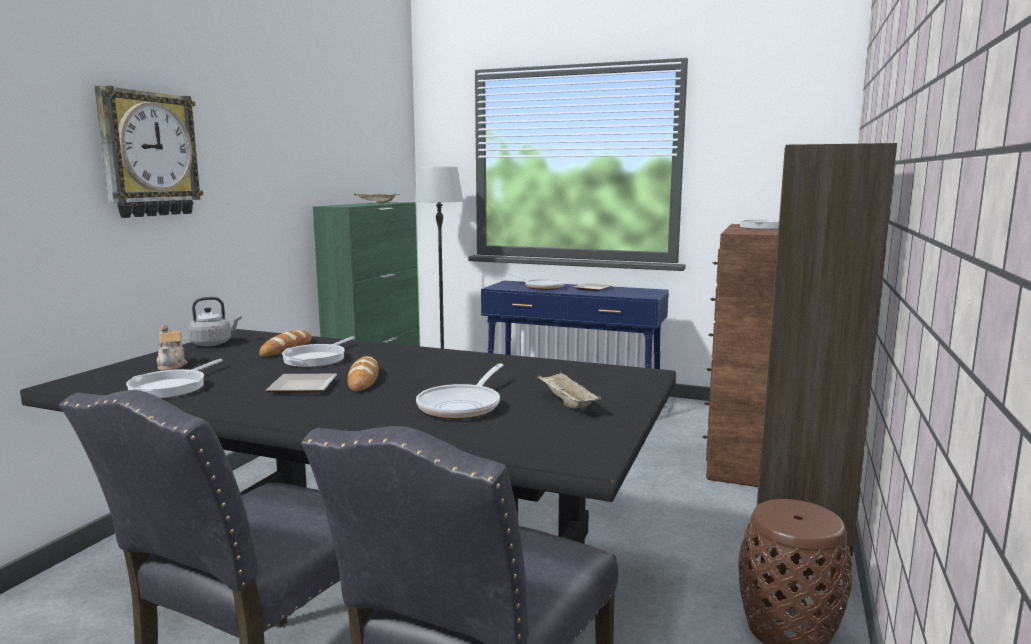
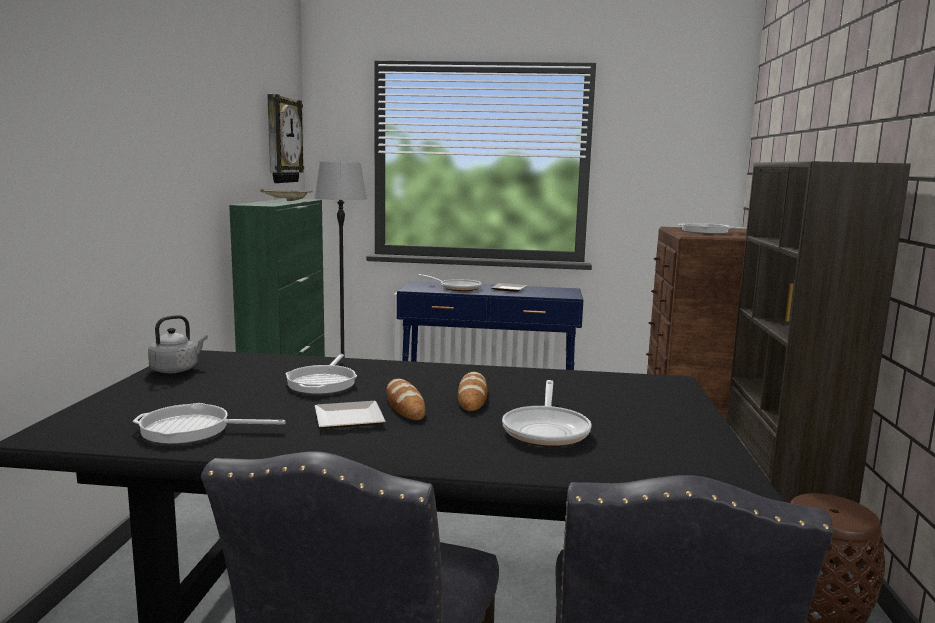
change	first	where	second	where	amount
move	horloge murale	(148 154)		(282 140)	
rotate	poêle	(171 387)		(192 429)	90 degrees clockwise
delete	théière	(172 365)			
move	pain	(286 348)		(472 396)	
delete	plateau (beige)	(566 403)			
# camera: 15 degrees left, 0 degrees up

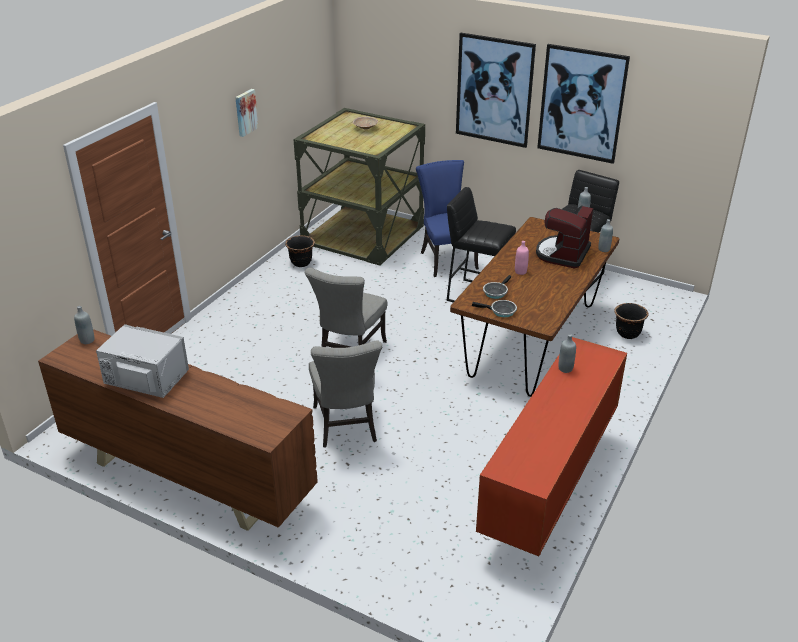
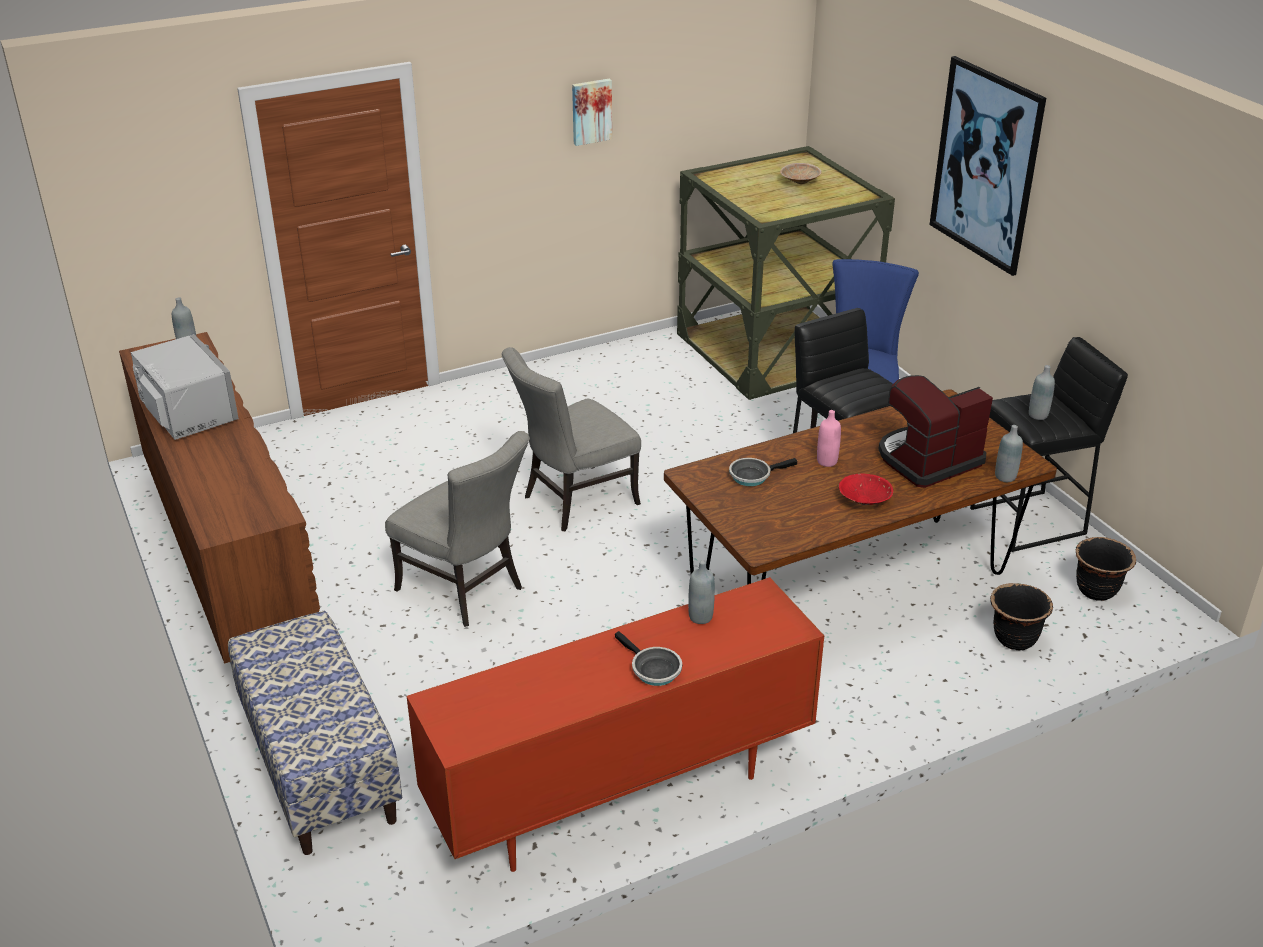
change	first	where	second	where	amount
move	cache-pot (noir)	(301 263)		(1097 591)	
rotate	chaise (gris)	(346 427)		(466 590)	75 degrees counterclockwise
move	poêle	(500 311)		(653 669)	
delete	tableau	(581 104)			
insert			banc	(319 766)	
insert			bol (rouge)	(863 500)	
# camera: 35 degrees right, 0 degrees up

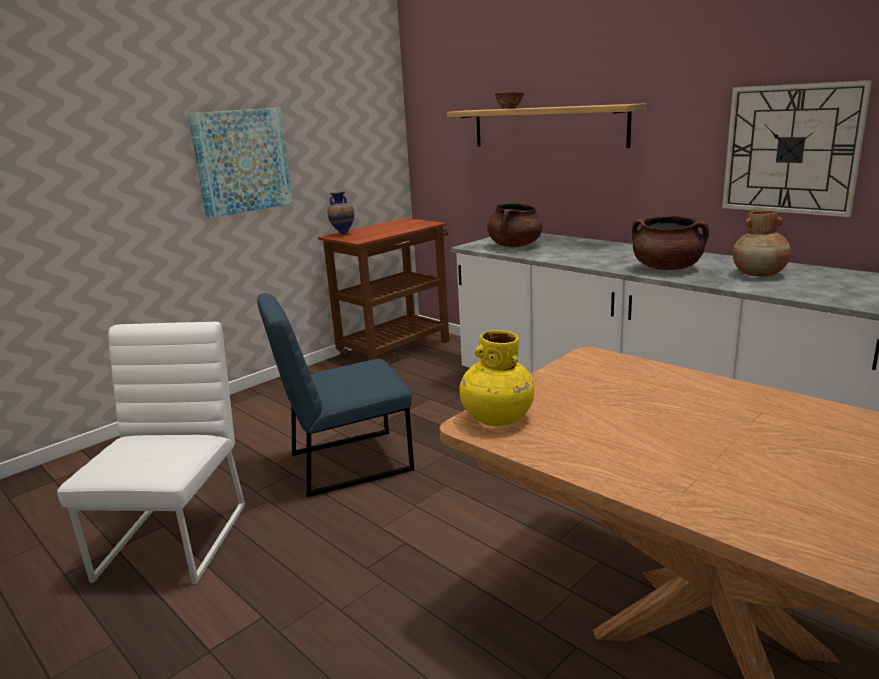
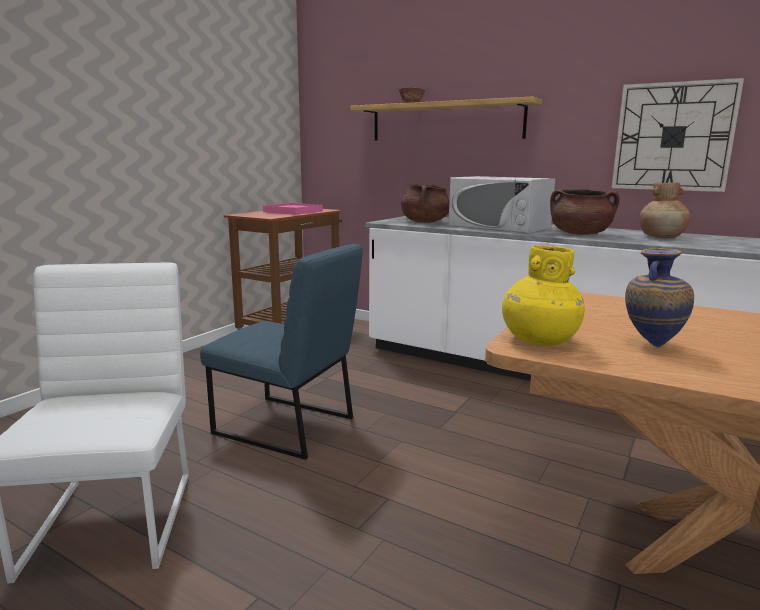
change	first	where	second	where	amount
delete	tableau	(242 161)			
rotate	chaise (bleu)	(346 462)		(287 426)	120 degrees counterclockwise
move	vase	(343 234)		(651 344)	
insert			plateau (rose)	(293 211)	
insert			micro-ondes (blanc)	(499 226)	
# camera: 15 degrees left, 5 degrees down

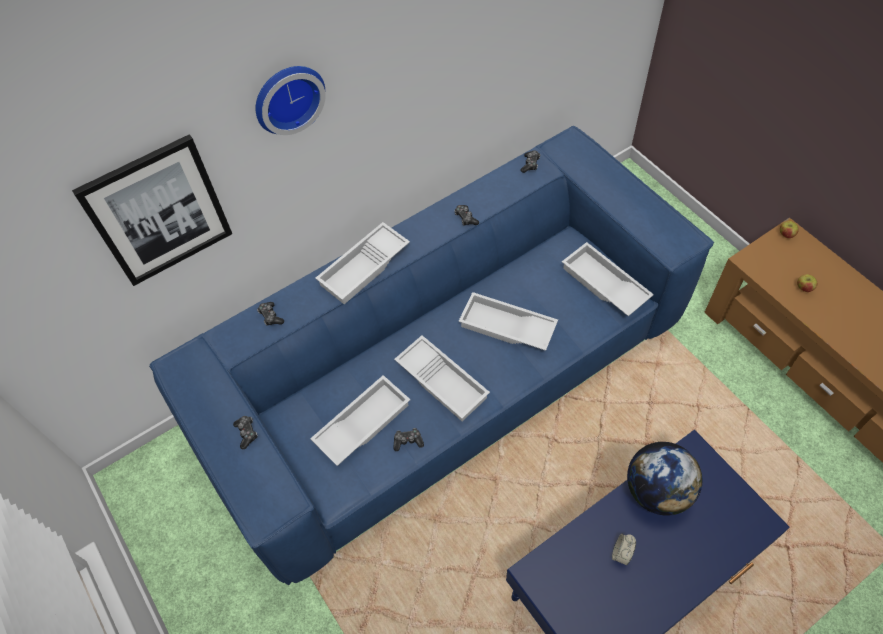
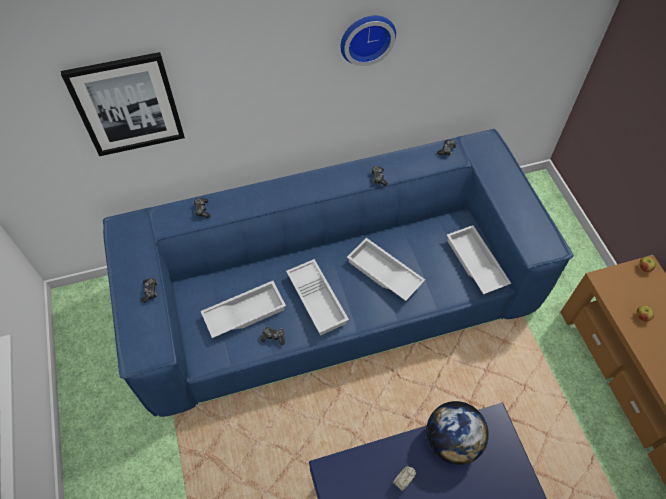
change	first	where	second	where	amount
move	horloge murale	(287 97)		(366 37)	
delete	plateau (blanc)	(365 268)			
# camera: 15 degrees right, 0 degrees up

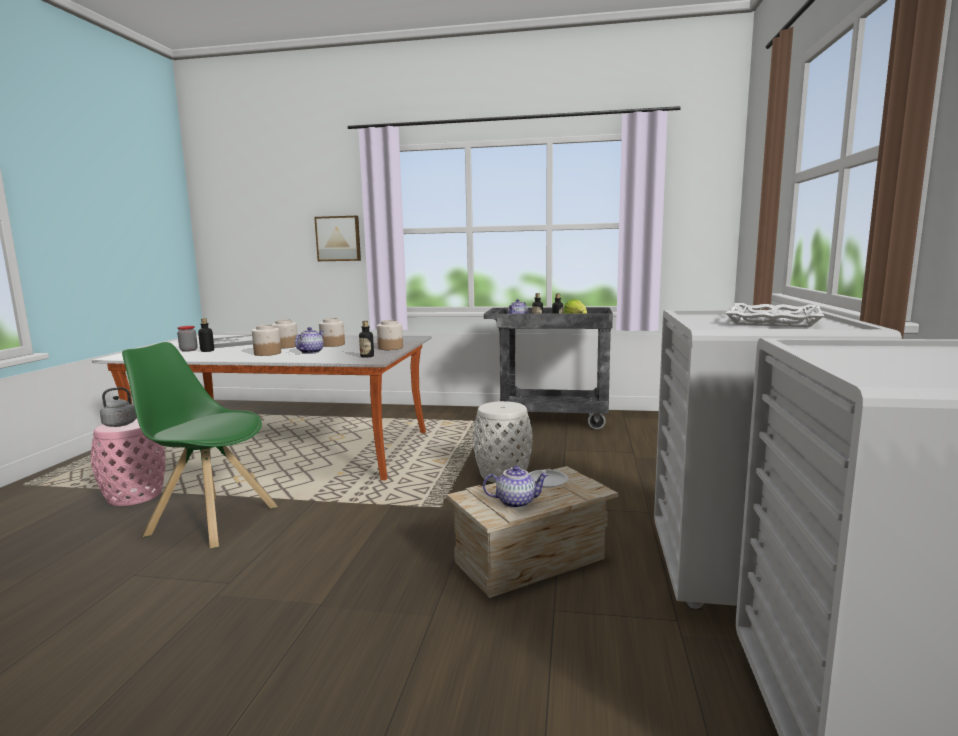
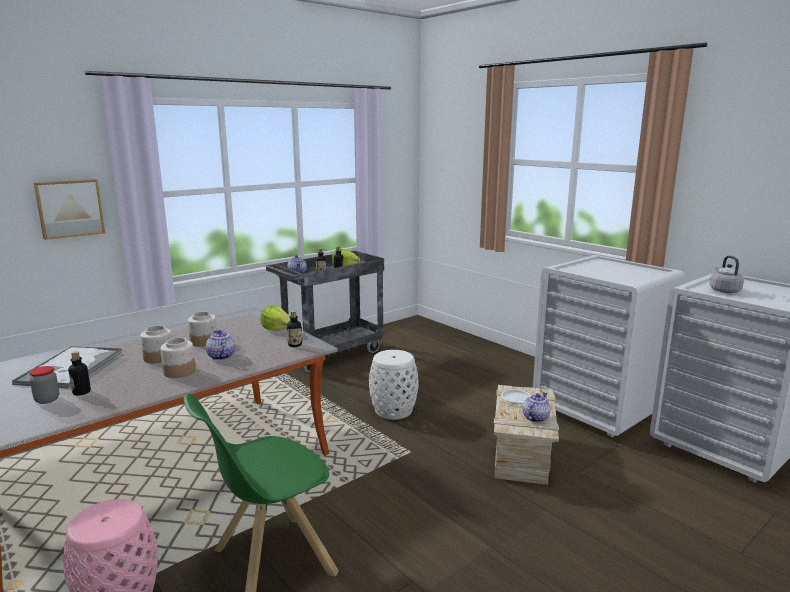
change	first	where	second	where	amount
move	bouilloire (gris)	(122 424)		(724 290)	
replace	bocal	(390 348)	laitue	(277 330)	
delete	plateau (blanc)	(772 321)			
# camera: 50 degrees left, 5 degrees up

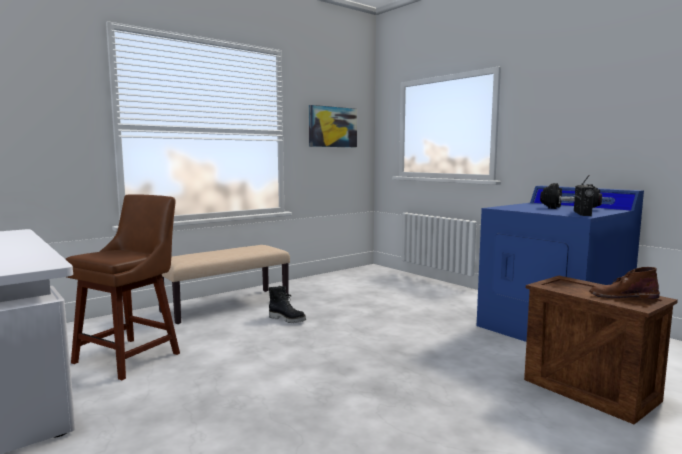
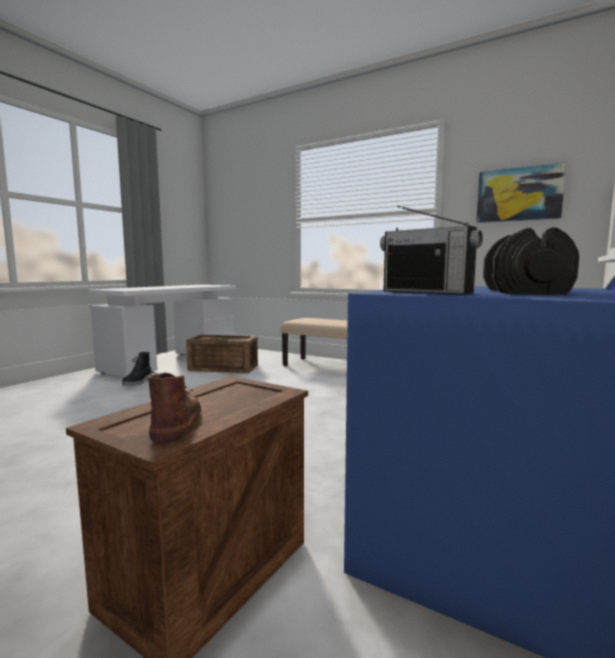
change	first	where	second	where	amount
replace	chaise (marron)	(131 356)	caisse	(224 368)	
move	botte (noir)	(287 319)		(138 383)	
rotate	radio	(582 213)		(426 292)	45 degrees clockwise
# camera: 70 degrees right, 0 degrees up

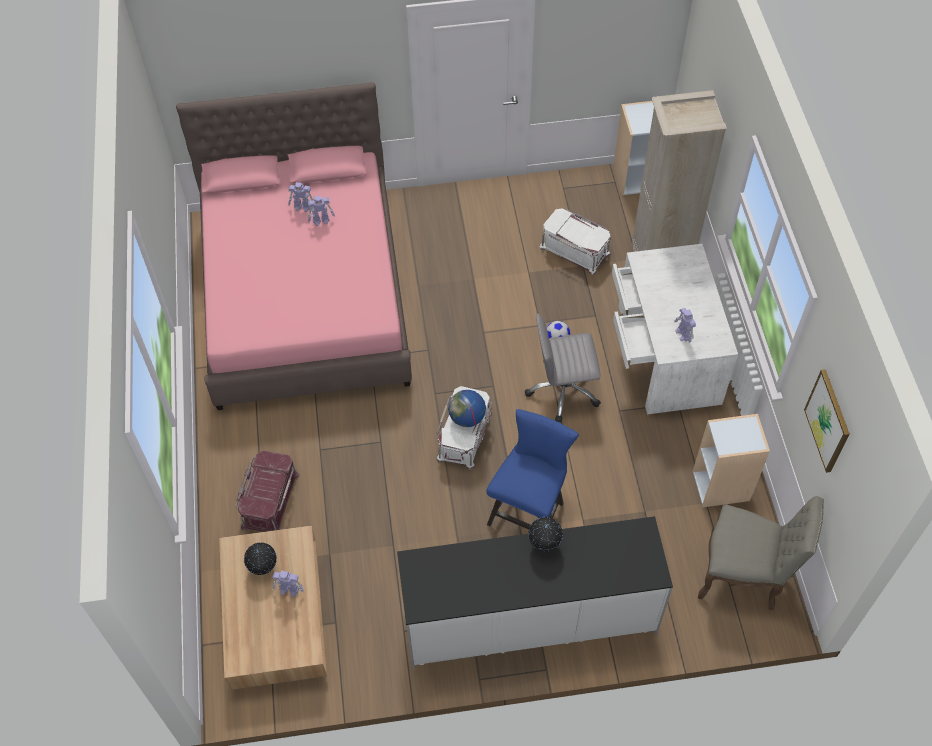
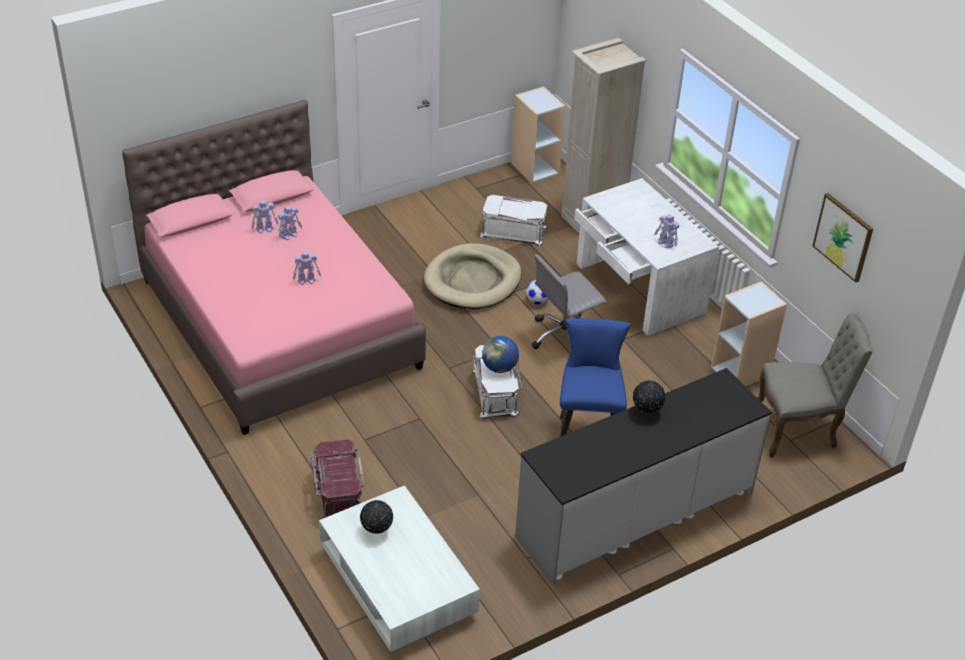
change	first	where	second	where	amount
recolor	table basse (marron)	(276 616)	table basse (blanc)	(397 583)	
move	robot jouet	(289 590)		(307 280)	
insert			panier pour chien (beige)	(472 280)	
# camera: 25 degrees left, 15 degrees down

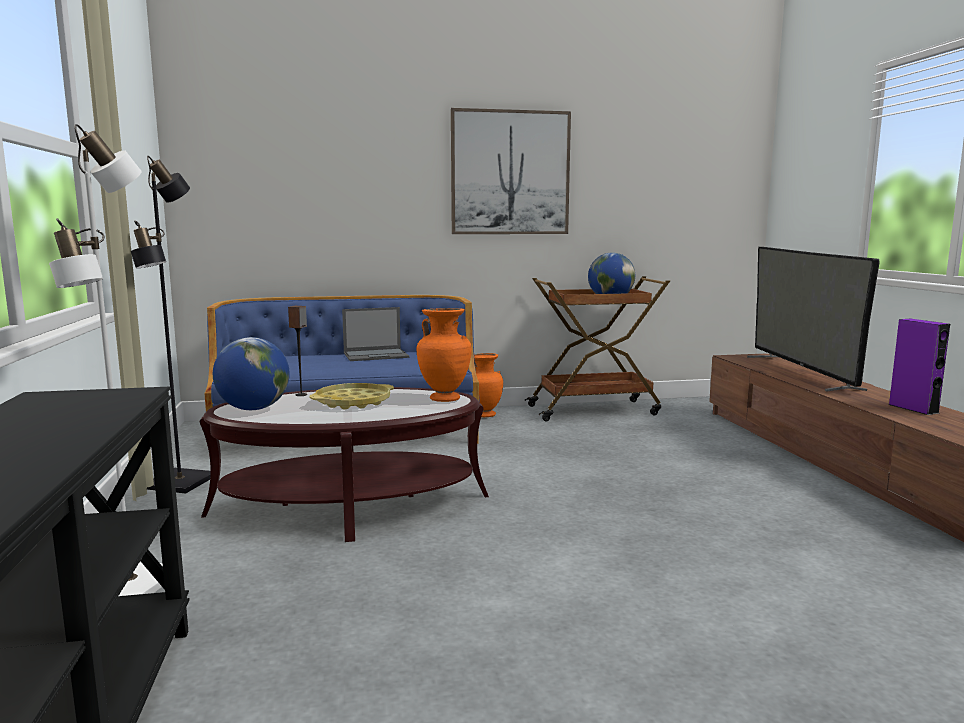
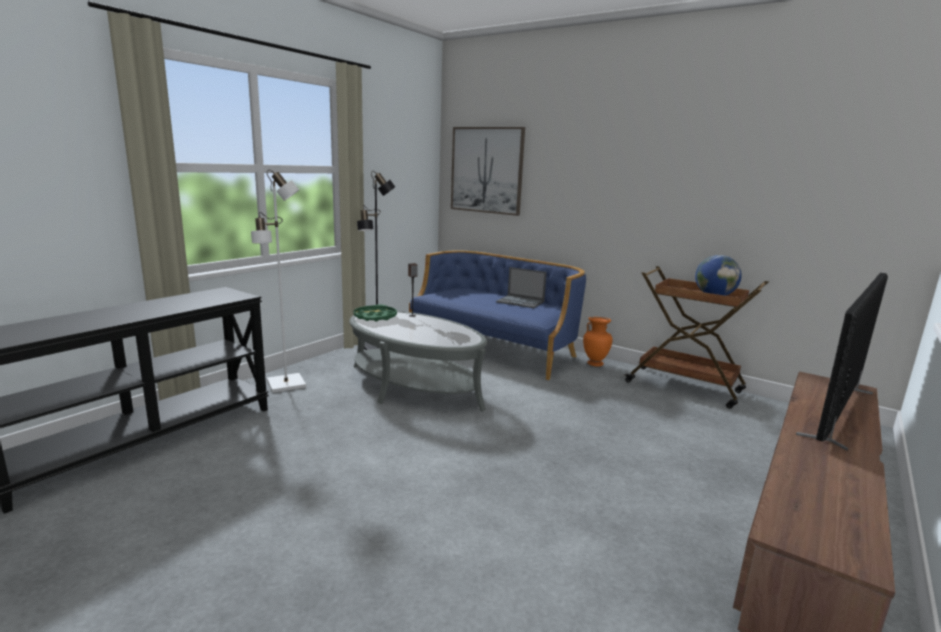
change	first	where	second	where	amount
recolor	table basse (marron)	(349 505)	table basse (gris)	(414 386)	
replace	globe	(254 409)	plateau (vert)	(375 317)	
delete	plateau (jaune)	(353 402)			
delete	vase (orange)	(445 399)			
move	tableau	(510 173)		(486 170)	
delete	enceinte (violet)	(913 408)			
# camera: 45 degrees right, 5 degrees up

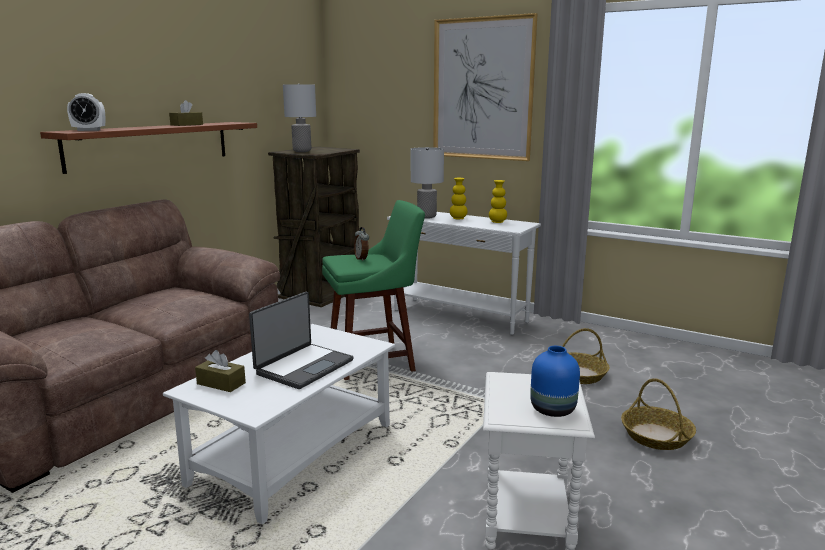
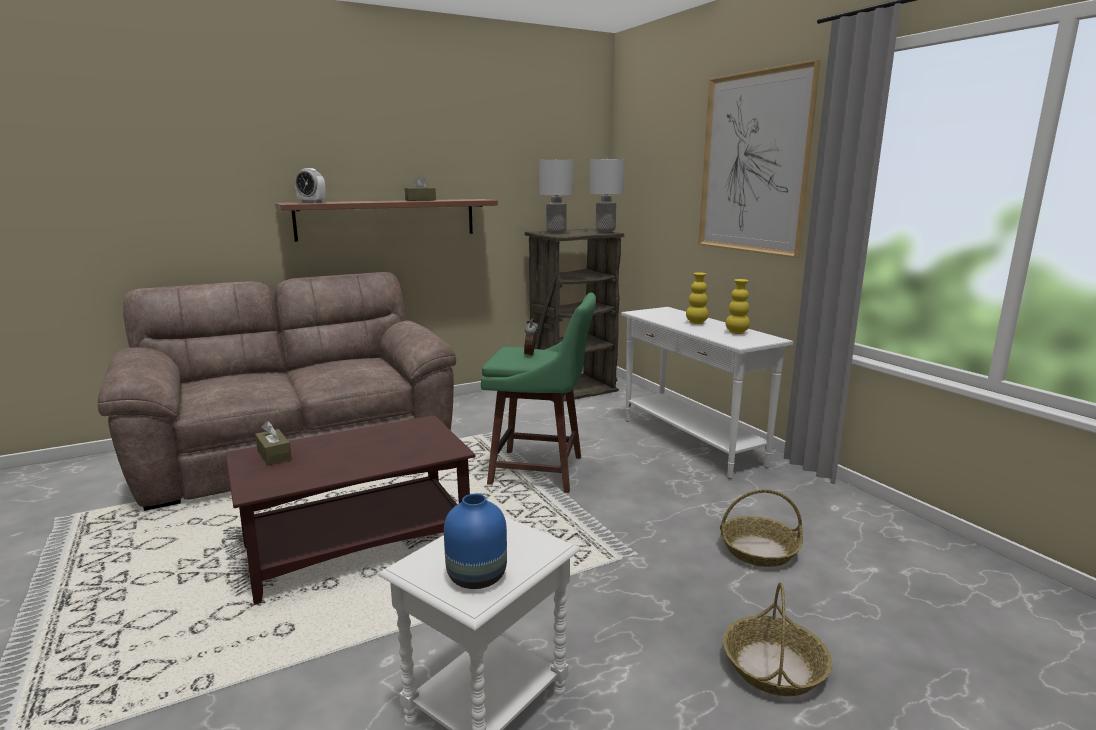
change	first	where	second	where	amount
recolor	table basse (blanc)	(295 453)	table basse (marron)	(360 545)	
delete	ordinateur portable	(303 366)			
move	lampe de table (gris)	(426 217)		(605 232)	
# camera: 30 degrees right, 0 degrees up

